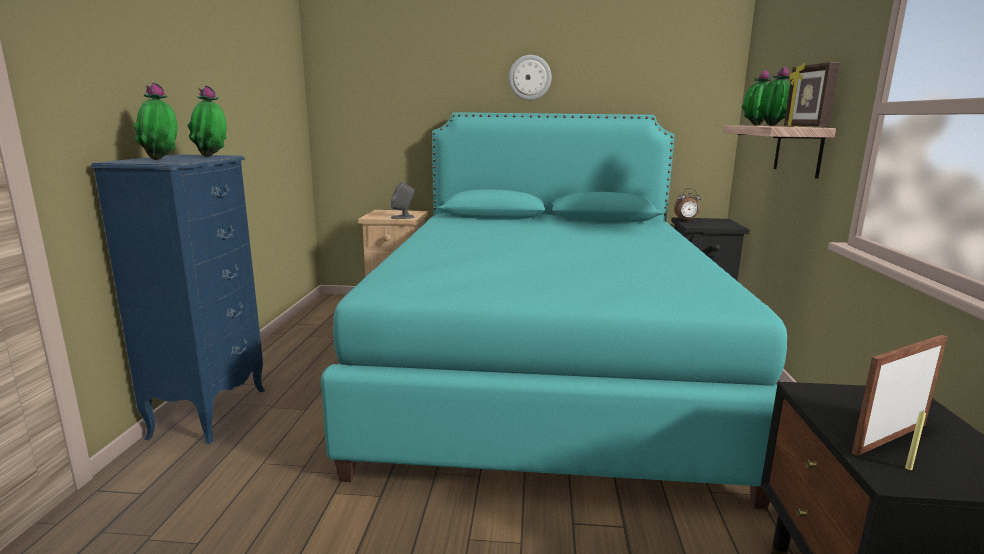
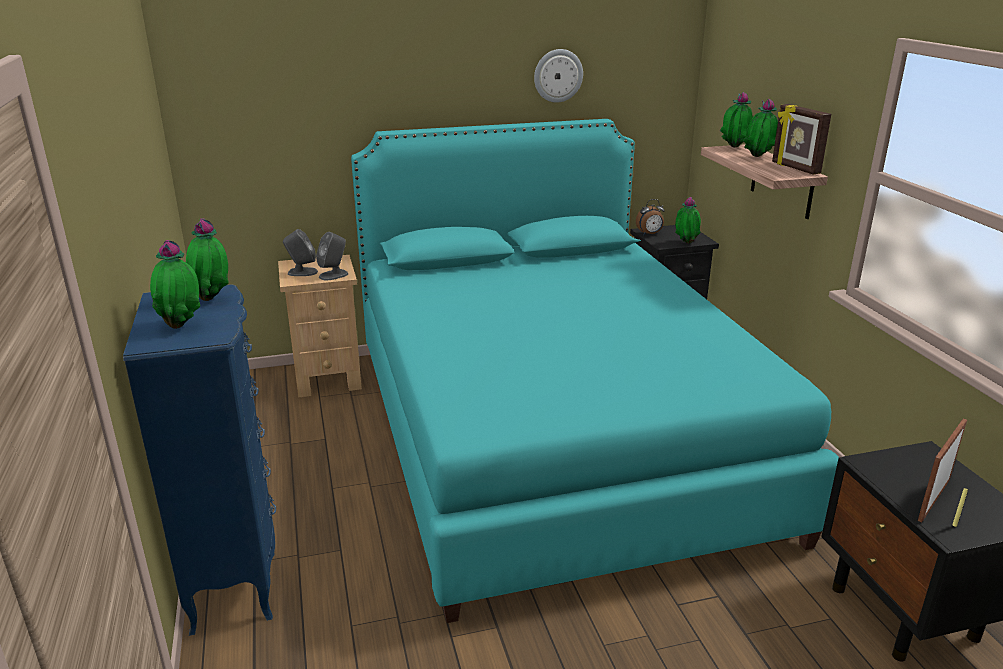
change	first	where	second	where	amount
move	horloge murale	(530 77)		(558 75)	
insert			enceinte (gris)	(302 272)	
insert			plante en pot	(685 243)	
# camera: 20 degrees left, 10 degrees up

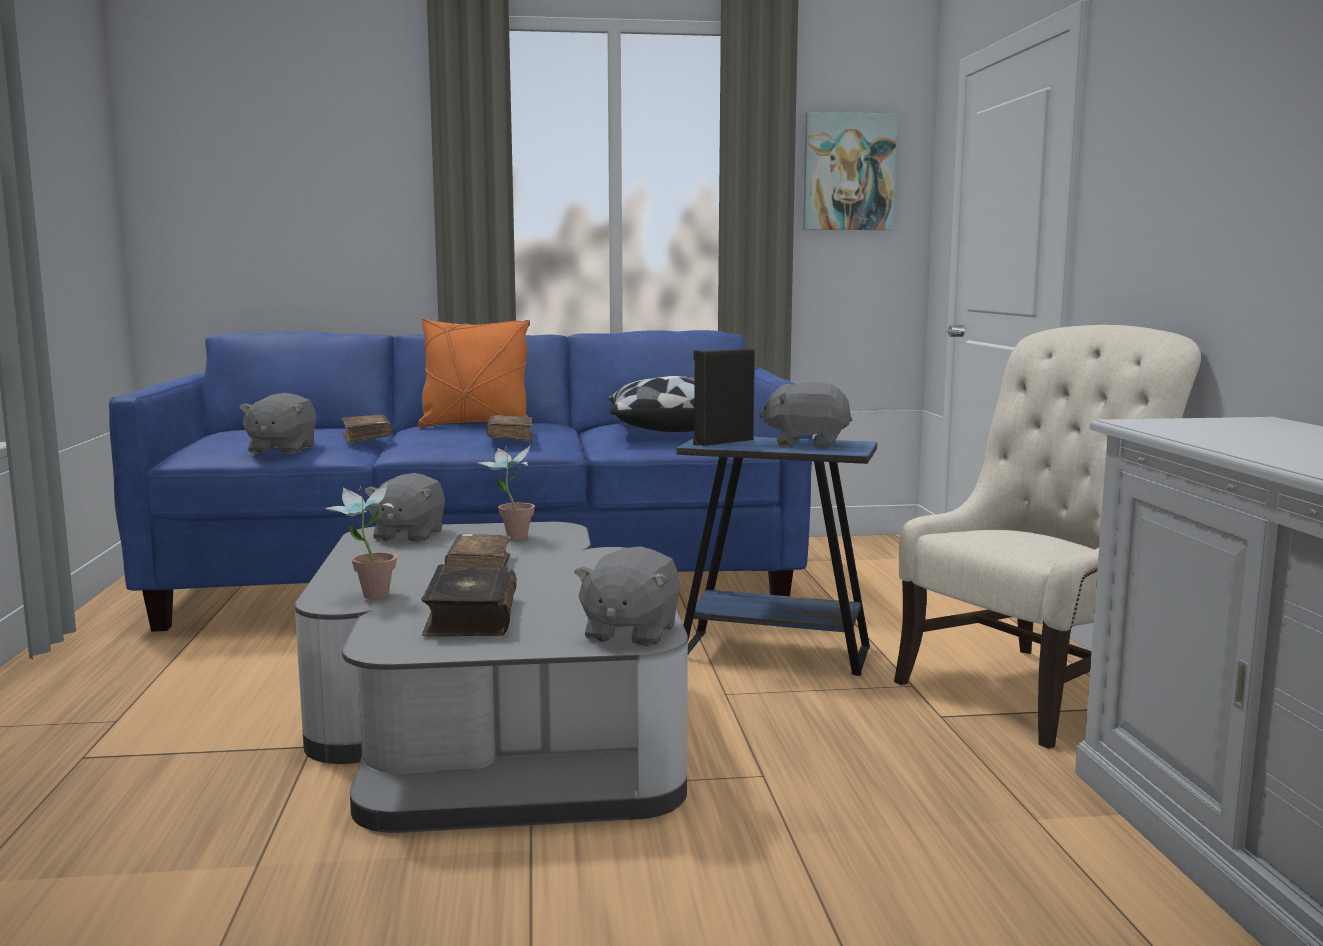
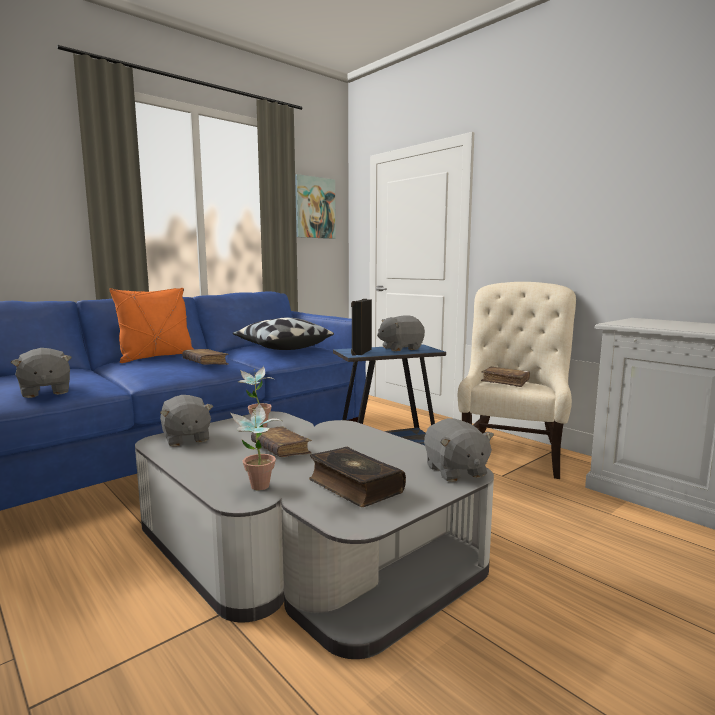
change	first	where	second	where	amount
move	livre (marron)	(367 438)		(505 381)	
# camera: 35 degrees left, 0 degrees up

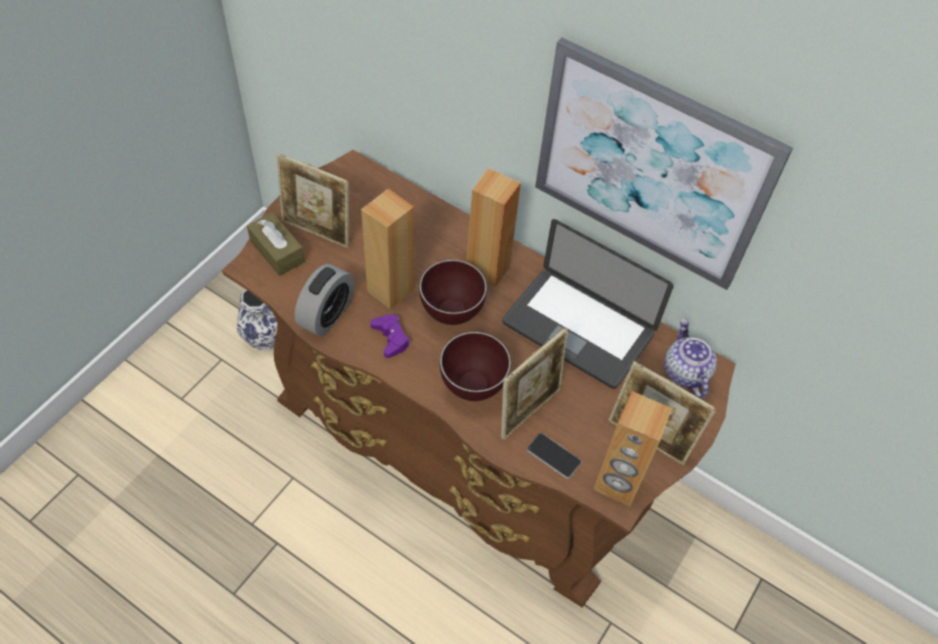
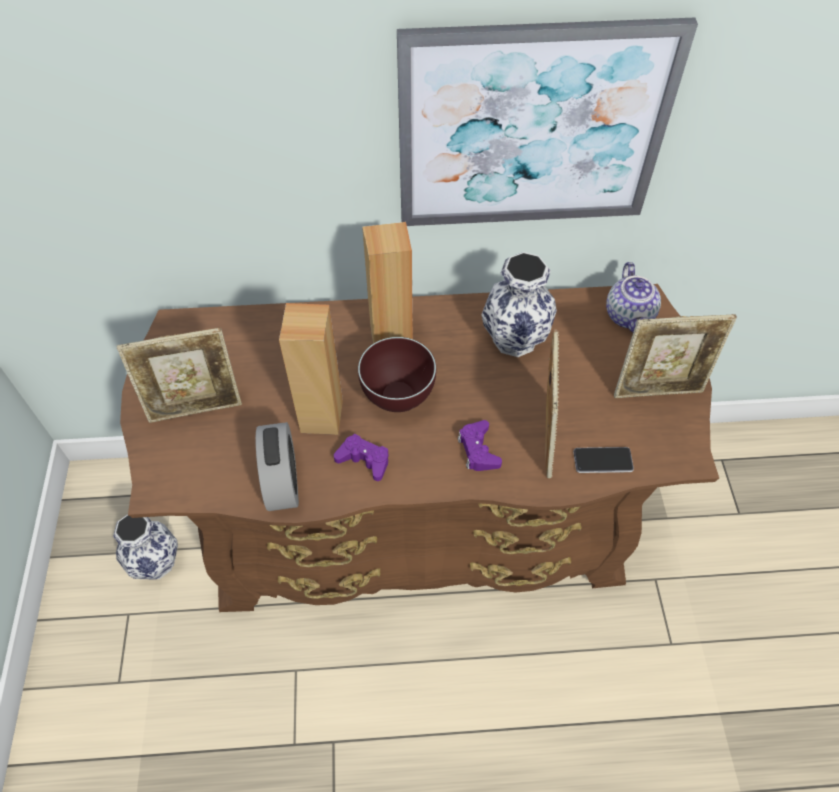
change	first	where	second	where	amount
delete	boîte à mouchoirs (marron)	(277 251)			
replace	bol (marron)	(472 386)	manette (violet)	(478 450)	
replace	ordinateur portable	(577 329)	vase	(515 338)	
delete	enceinte (marron)	(617 483)			
rotate	théière	(685 372)		(630 316)	135 degrees counterclockwise
# camera: 35 degrees left, 0 degrees up

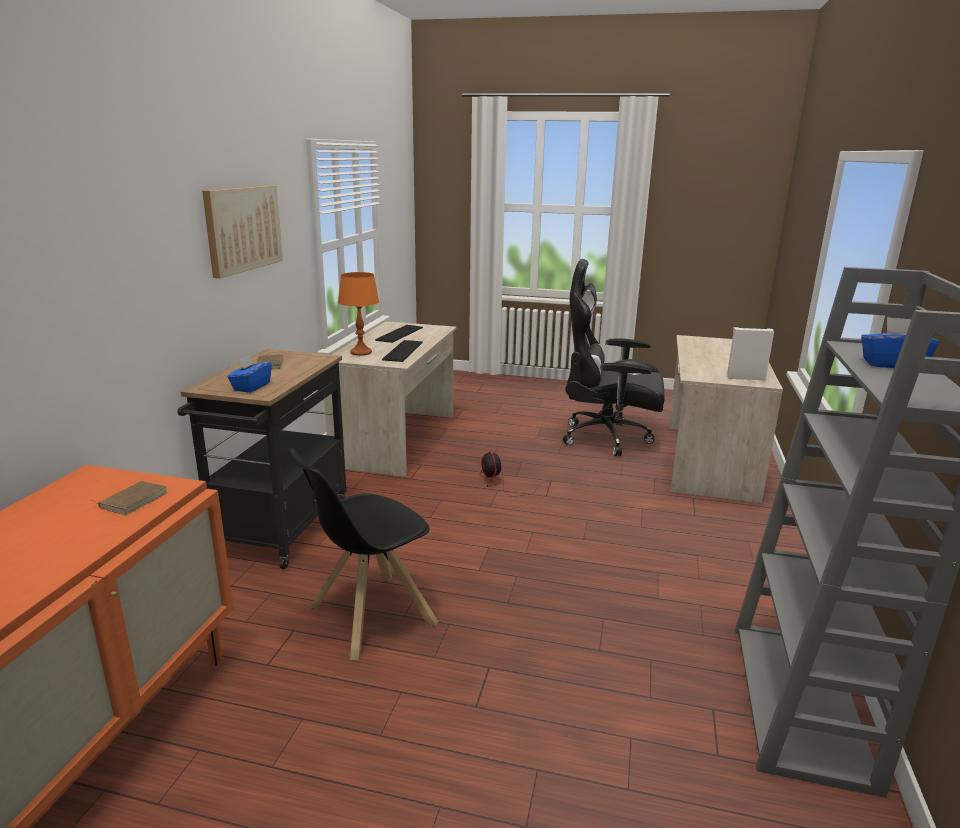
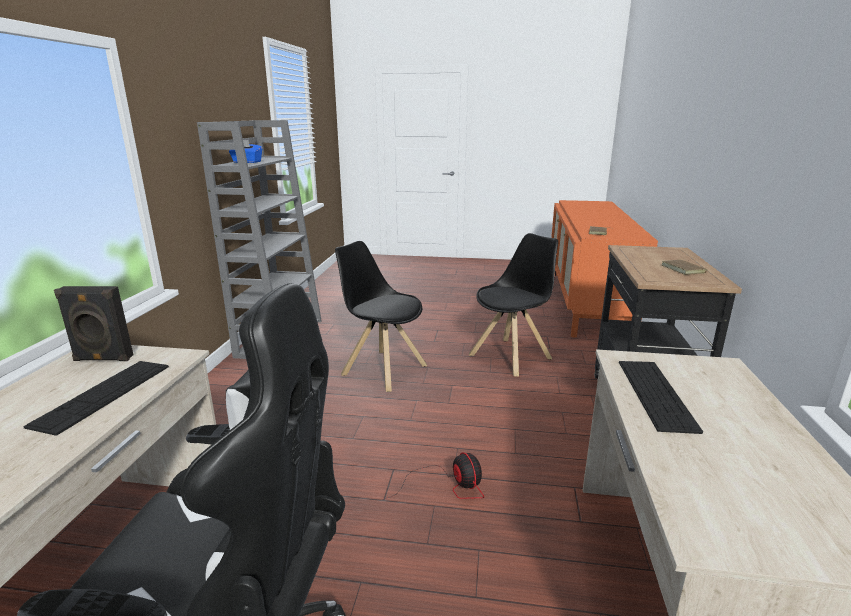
change	first	where	second	where	amount
delete	tableau	(243 228)			
delete	boîte à mouchoirs (bleu)	(251 387)			
delete	lampe de table (orange)	(361 352)			
move	clavier	(399 334)		(104 394)	
recolor	enceinte (blanc)	(745 378)	enceinte (noir)	(102 359)	
insert			chaise (noir)	(382 369)	
# camera: 175 degrees right, 0 degrees up

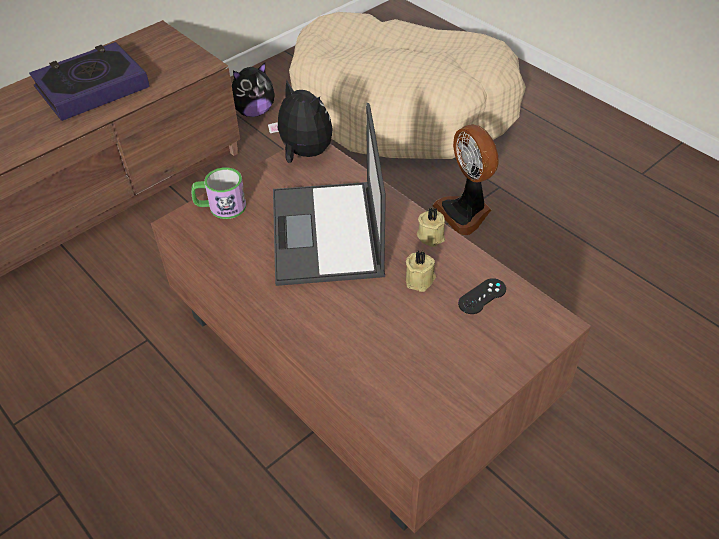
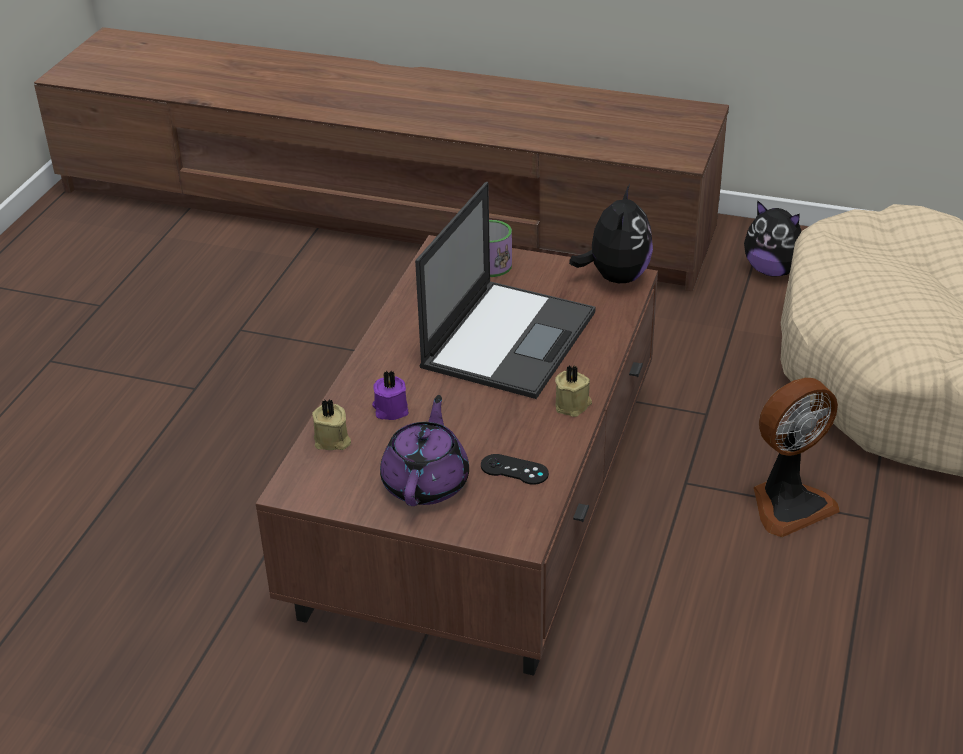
change	first	where	second	where	amount
delete	livre	(92 87)			
rotate	ordinateur portable	(327 234)		(509 338)	150 degrees clockwise
move	bougie (beige)	(420 280)		(332 441)	
rotate	ventilateur	(465 212)		(788 503)	150 degrees counterclockwise
insert			bougie (violet)	(390 409)	
insert			théière (violet)	(426 482)	
# camera: 60 degrees right, 10 degrees down

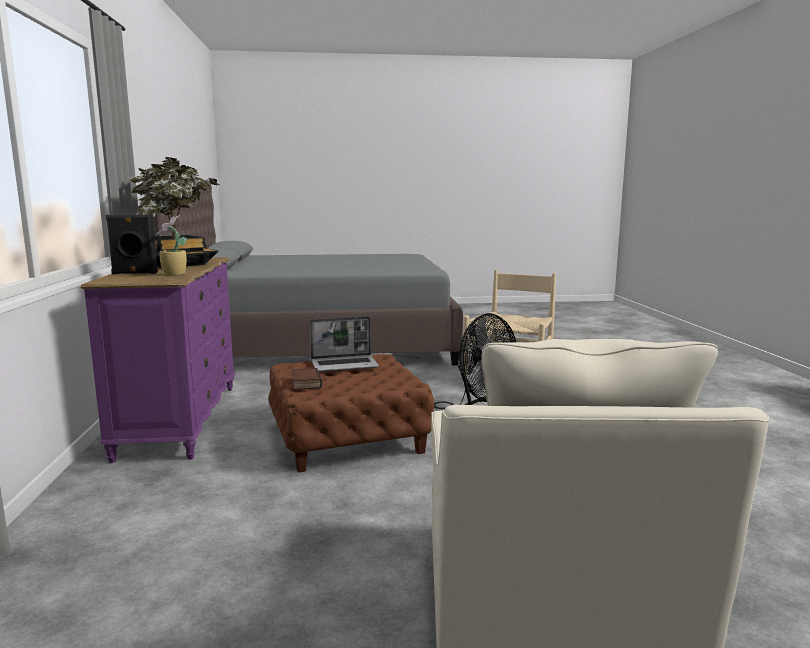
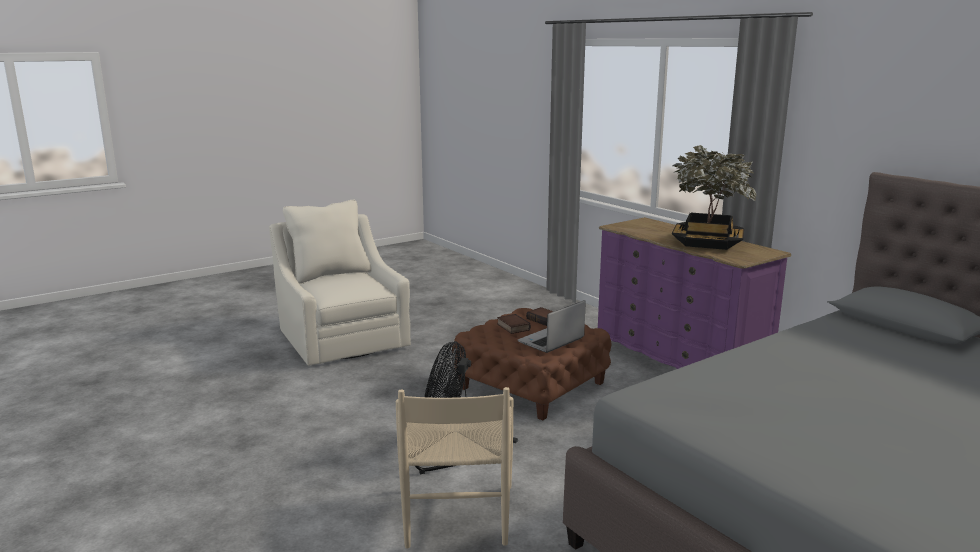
change	first	where	second	where	amount
delete	enceinte (noir)	(134 273)			
delete	plante en pot	(173 274)			
insert			livre	(512 327)	
# camera: 150 degrees right, 5 degrees up

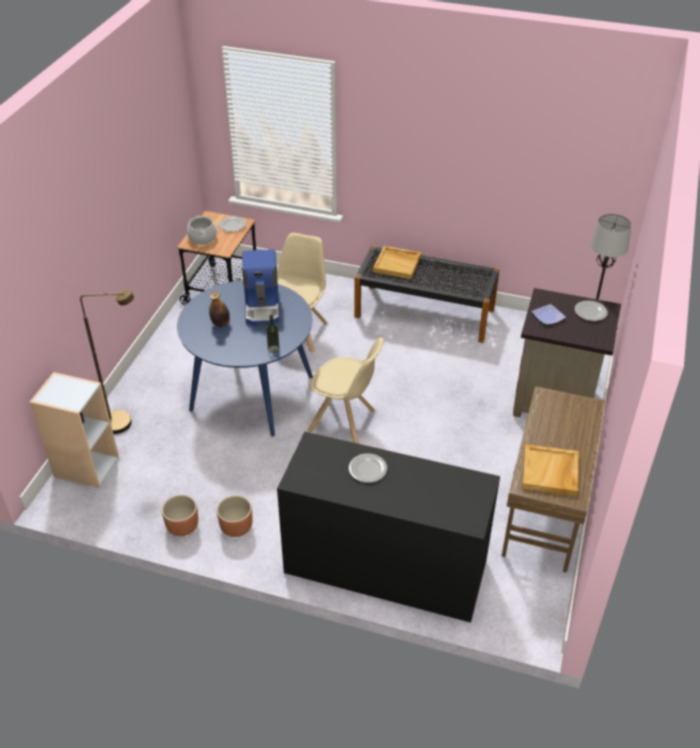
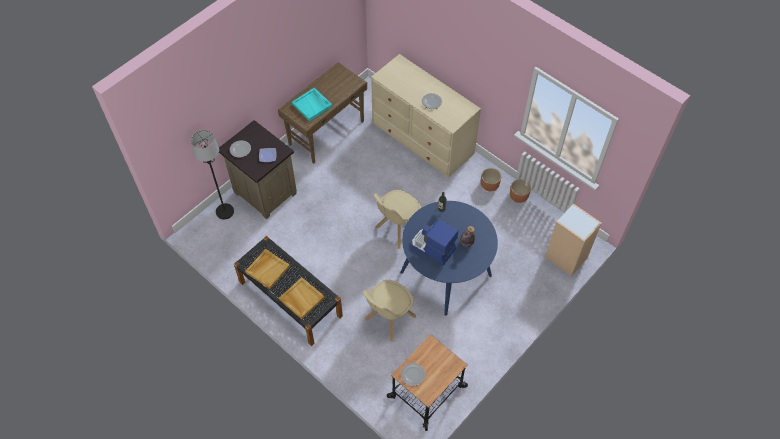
change	first	where	second	where	amount
delete	lampadaire (marron)	(125 422)			
delete	marmite	(202 238)			
rotate	machine à café	(263 306)		(432 248)	75 degrees counterclockwise
recolor	commode (noir)	(384 566)	commode (beige)	(423 138)	
rotate	chaise (beige)	(345 421)		(397 229)	90 degrees counterclockwise
move	plateau (beige)	(550 472)		(267 269)	
insert			plateau (turquoise)	(312 105)	
# camera: 155 degrees left, 15 degrees up

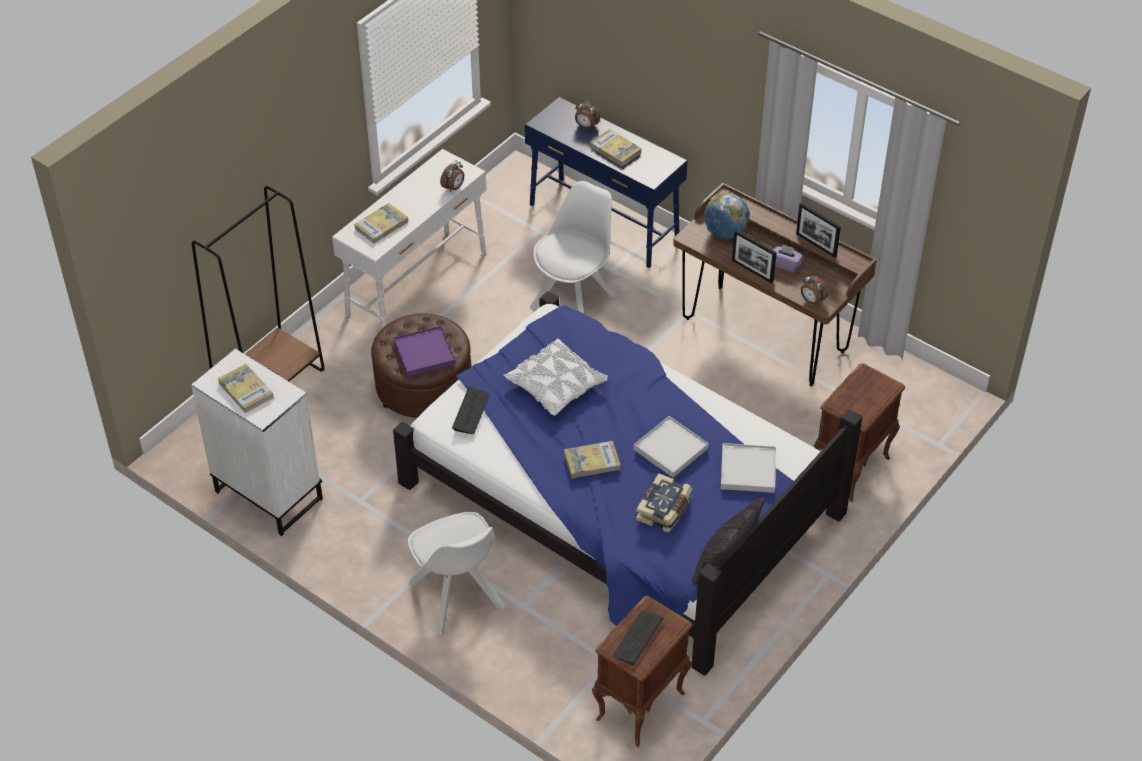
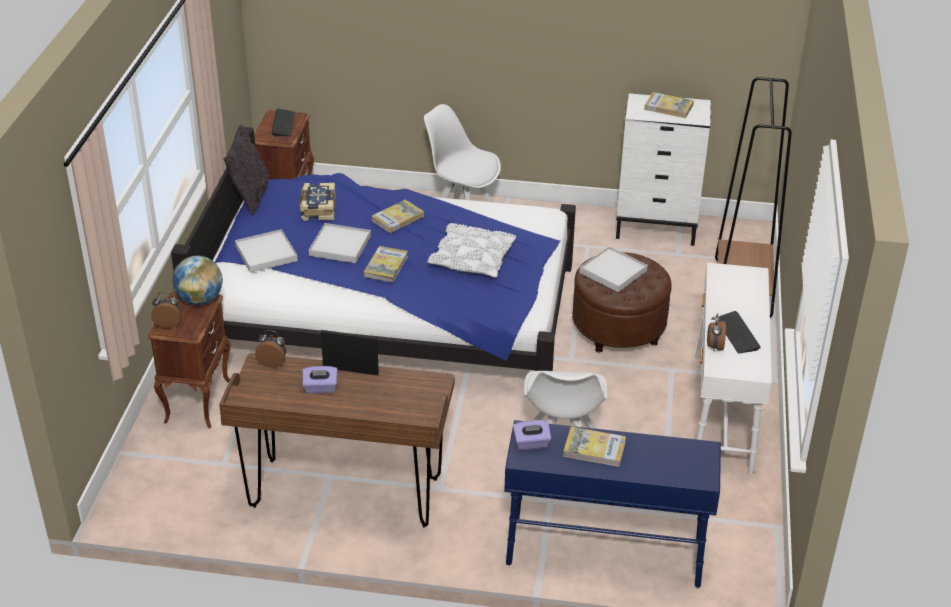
change	first	where	second	where	amount
move	livre	(381 225)		(386 266)	
recolor	plateau (violet)	(424 353)	plateau (blanc)	(613 272)	
move	clavier	(471 412)		(737 334)	
move	réveil	(586 126)		(168 323)	
move	globe	(725 233)		(200 300)	
delete	cadre photo	(816 245)			
insert			boîte à mouchoirs (violet)	(531 443)	
# camera: 150 degrees right, 10 degrees down

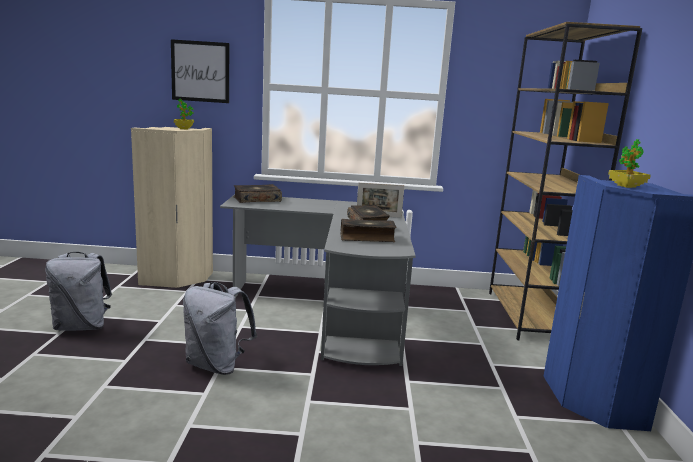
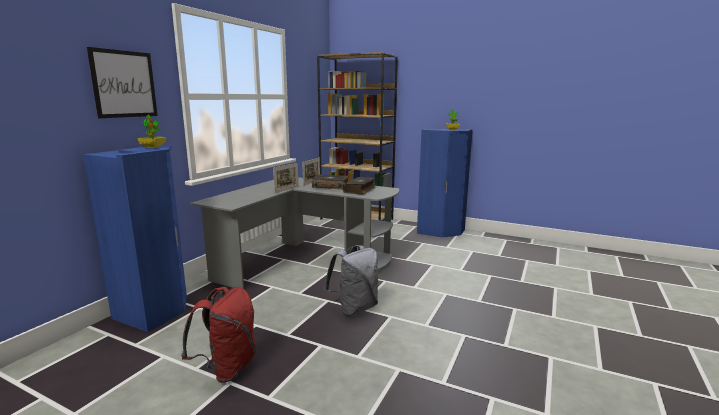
change	first	where	second	where	amount
recolor	sac à dos (gris)	(82 326)	sac à dos (rouge)	(227 368)	
recolor	meuble de rangement (beige)	(176 277)	meuble de rangement (bleu)	(156 310)	
delete	livre	(257 199)			
insert			cadre photo	(286 190)	
# camera: 65 degrees left, 0 degrees up

